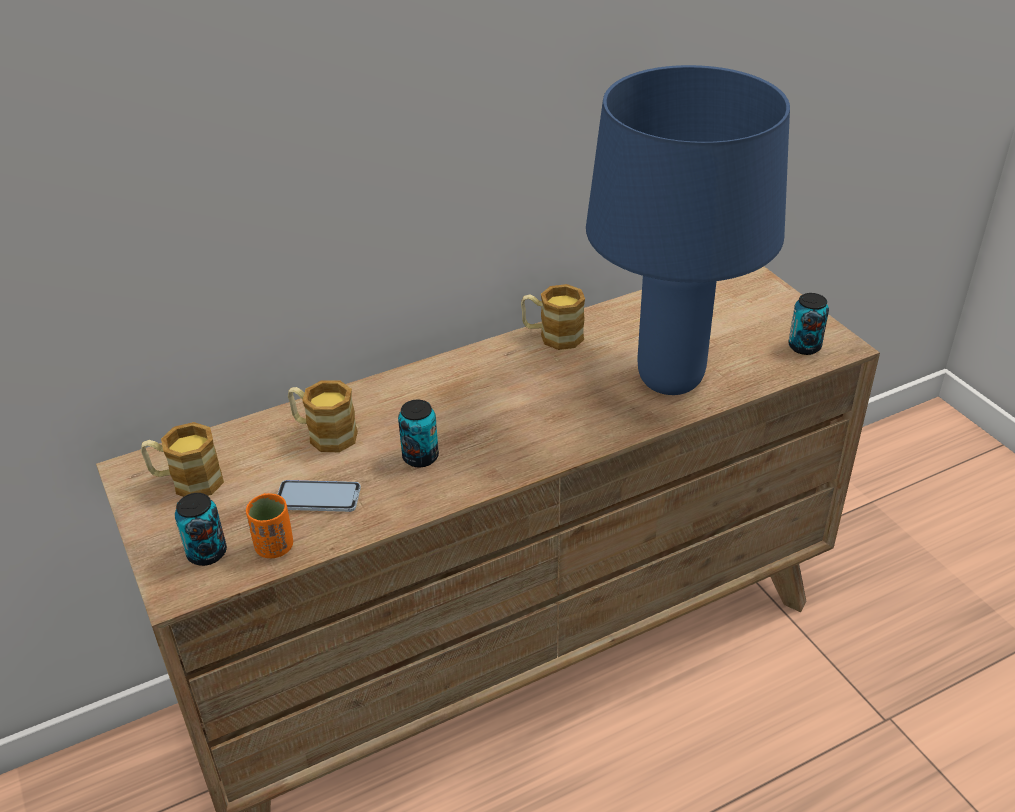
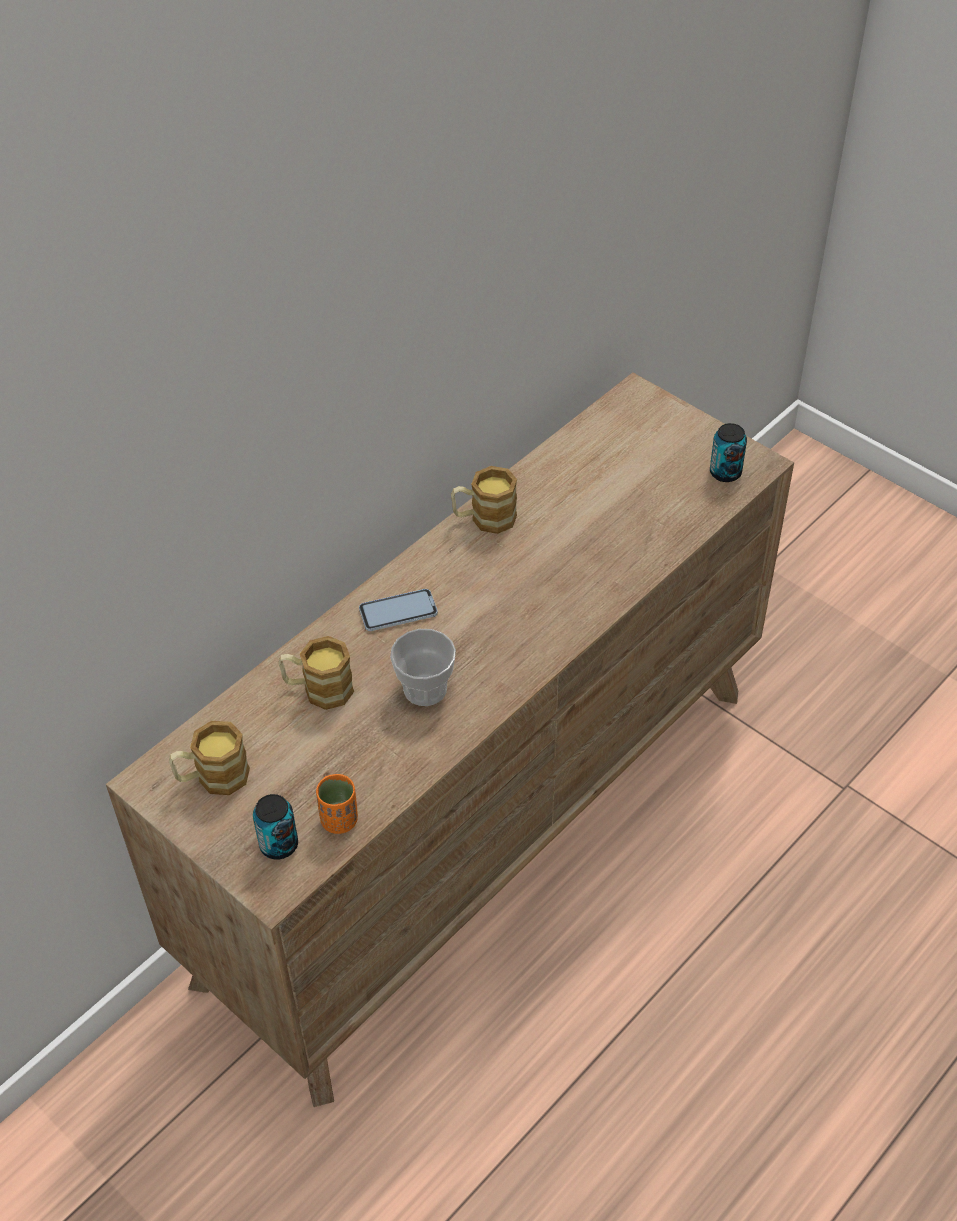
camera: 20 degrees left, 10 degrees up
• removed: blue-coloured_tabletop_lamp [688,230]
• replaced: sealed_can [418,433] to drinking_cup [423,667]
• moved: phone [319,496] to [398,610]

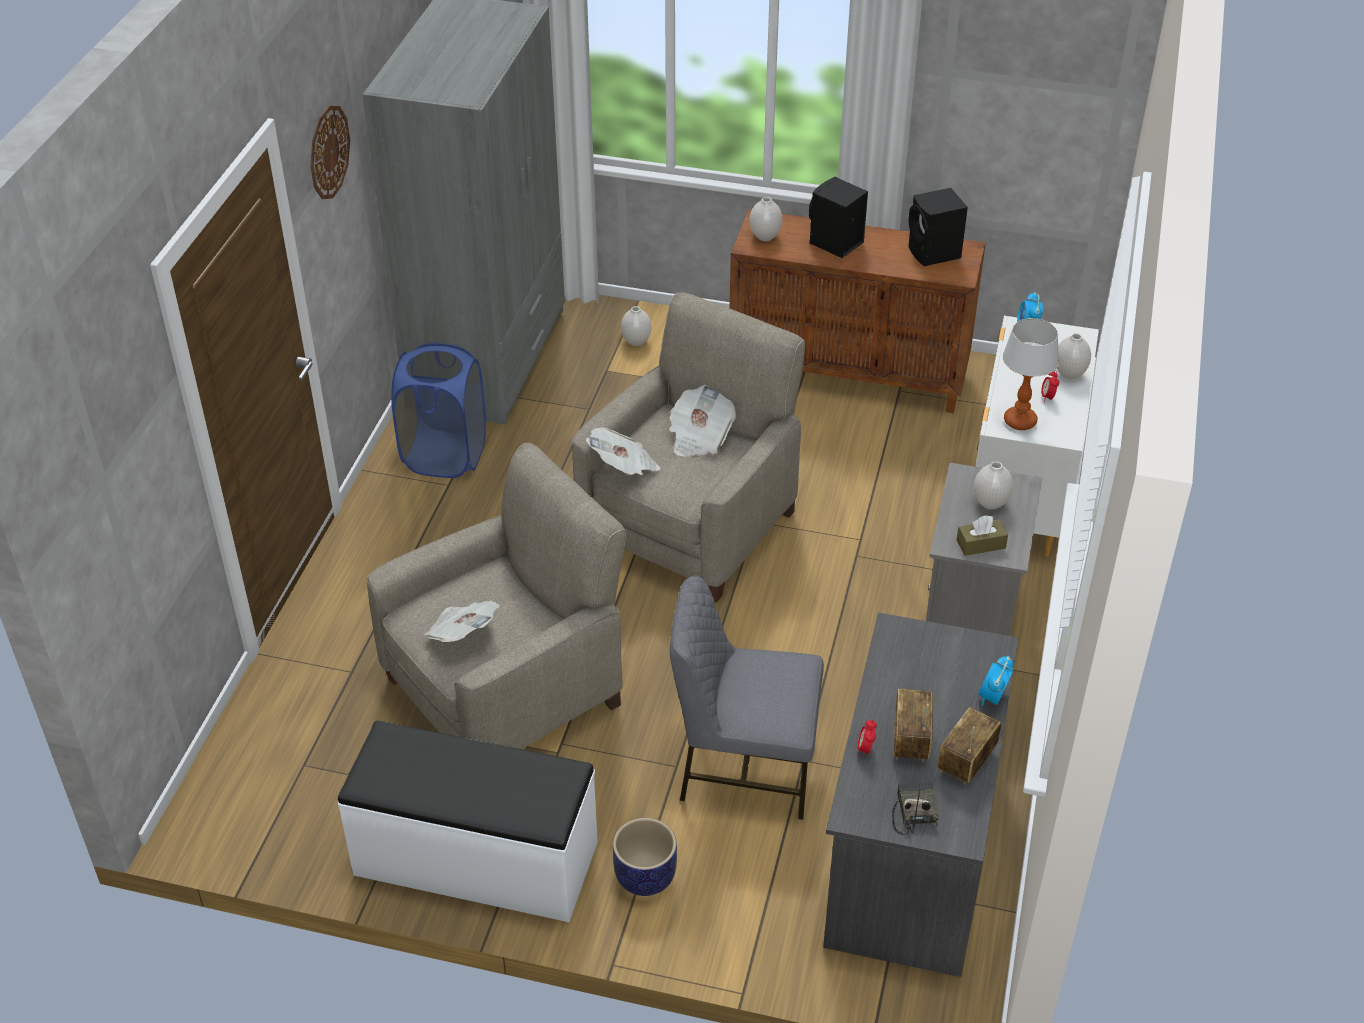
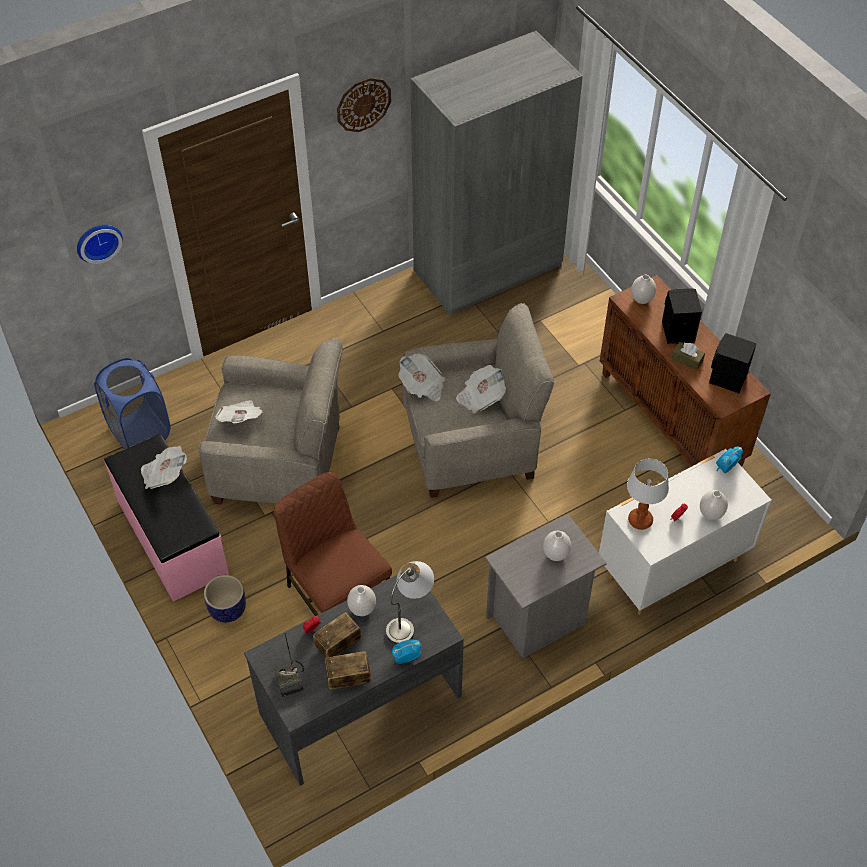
camera: 45 degrees right, 10 degrees up
• moved: white-coloured_flower_vase [636,326] to [361,600]
• moved: blue-coloured_washing_basket [438,410] to [132,403]
• moved: brown-coloured_tissue_box [982,535] to [688,356]
• recoloured: greyish_plain_chair [747,698] to brown-coloured_plain_chair [333,544]
• recoloured: white-coloured_bench [468,821] to pink-coloured_bench [166,518]
• turned: radio [915,808] = [289,665] 120 degrees clockwise
• added: wall_clock [100,244]
• added: newspaper [164,467]
• added: greyish_tabletop_lamp [410,602]

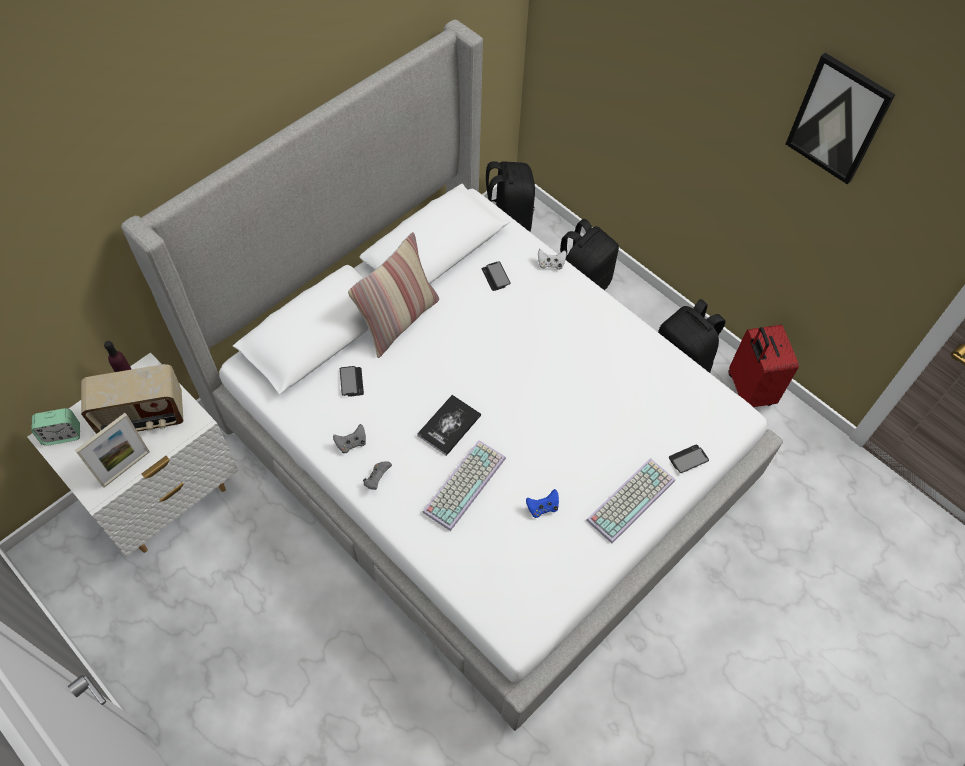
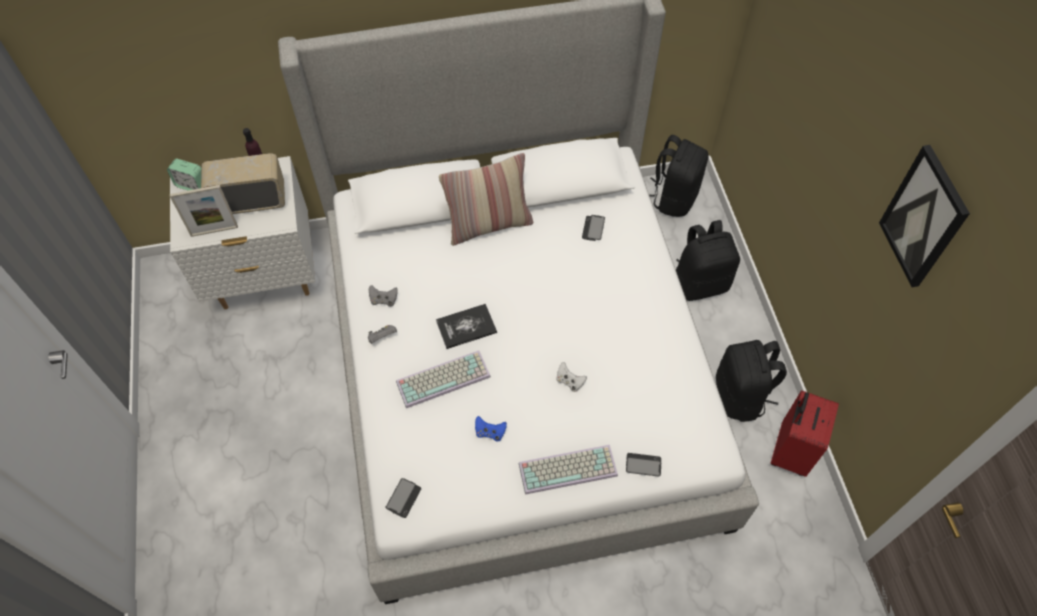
camera: 35 degrees right, 0 degrees up
• moved: white-coloured_joypad [552,259] to [571,377]
• turned: radio [132,399] = [243,183] 150 degrees clockwise
• moved: phone [352,381] to [403,498]

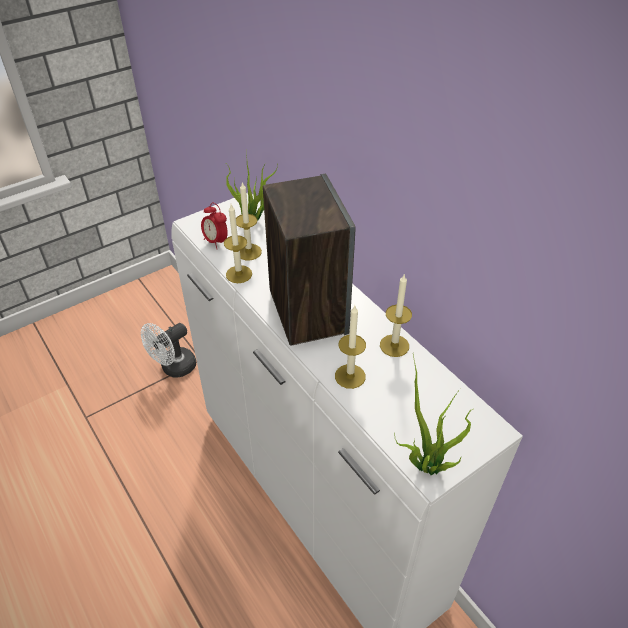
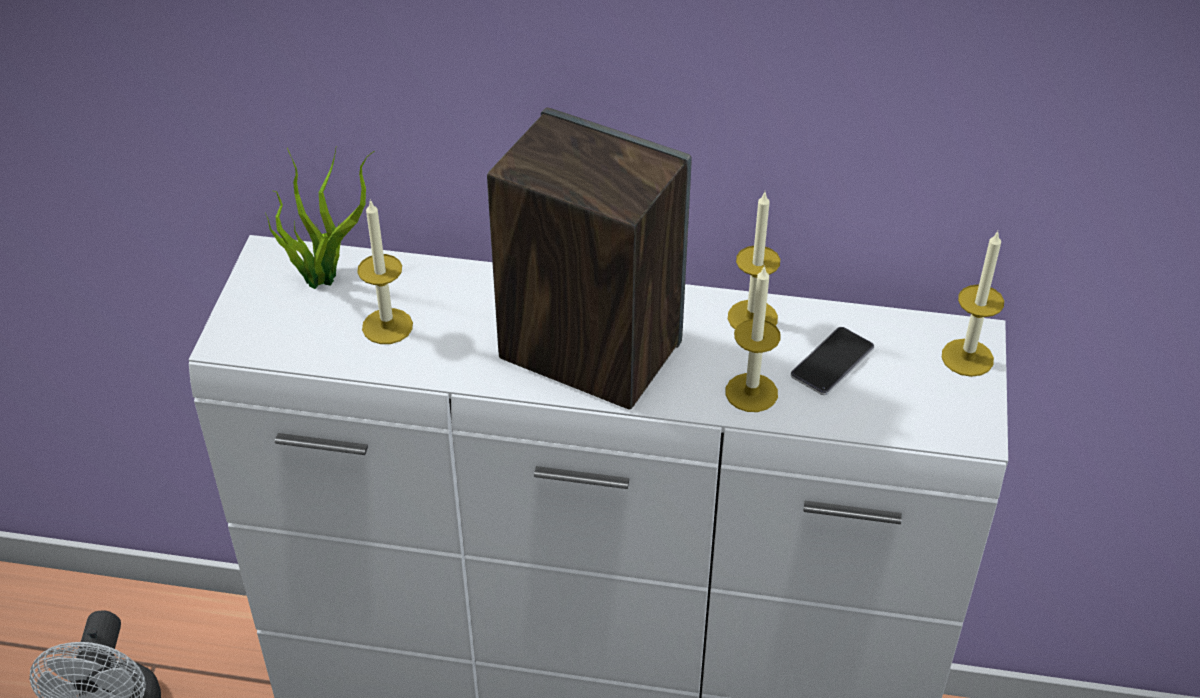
camera: 45 degrees left, 0 degrees up
• removed: alarm_clock [214,226]
• moved: wax_candle [238,243] to [973,304]
• removed: plant_in_a_pot [433,414]
• added: phone [832,361]

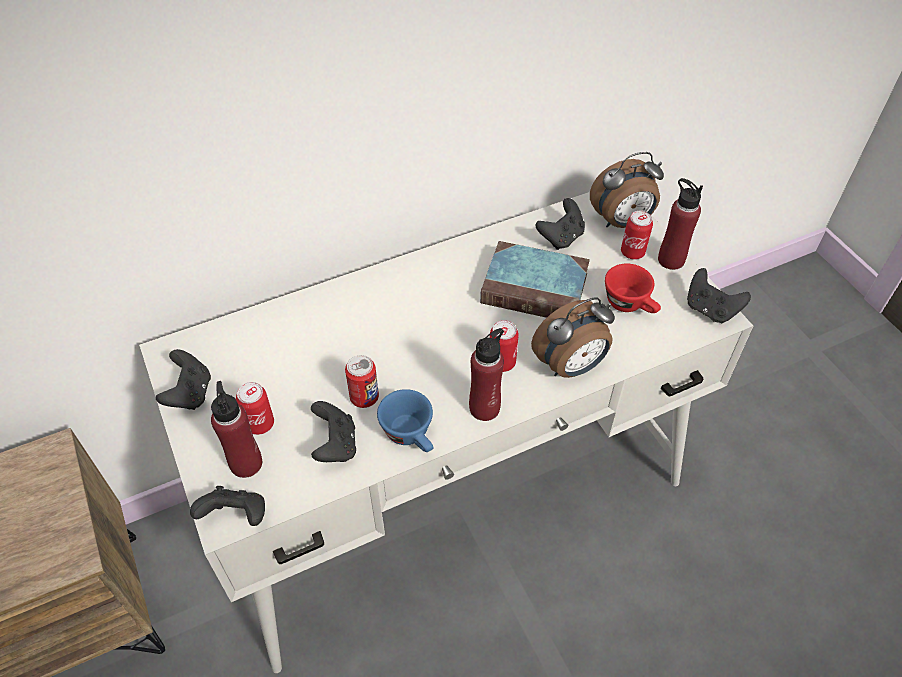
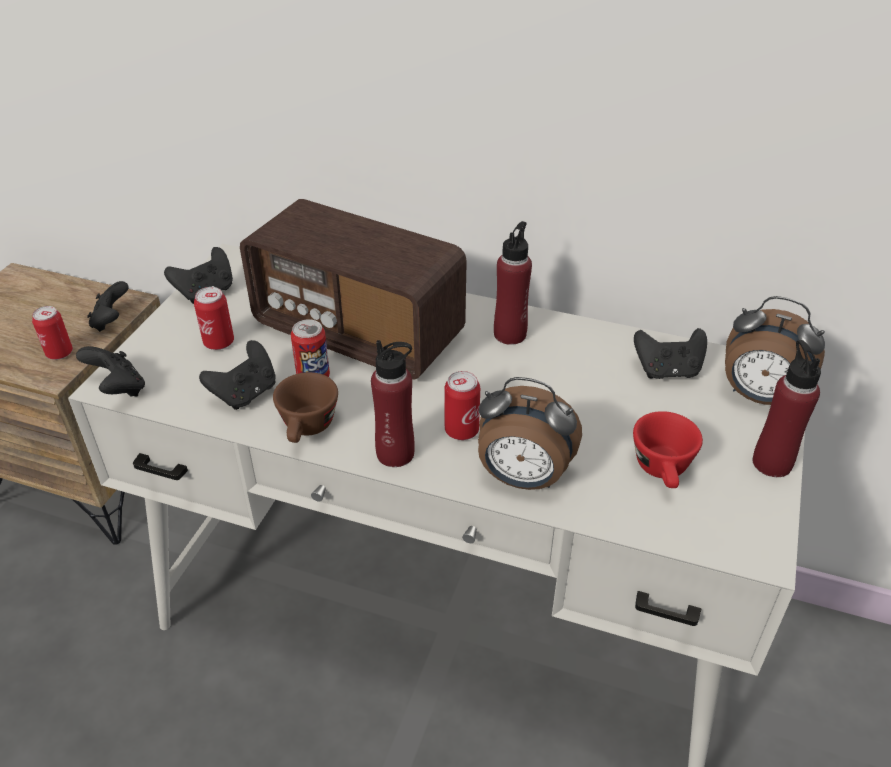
camera: 45 degrees right, 10 degrees down
• moved: sealed_can [637,235] to [52,333]
• removed: volume [535,279]
• moved: black_joypad [719,295] to [108,306]
• moved: red_drink_bottle [236,429] to [513,283]
• recoloured: blue-coloured_drinking_cup [405,420] to brown-coloured_drinking_cup [305,407]
• added: radio [353,289]

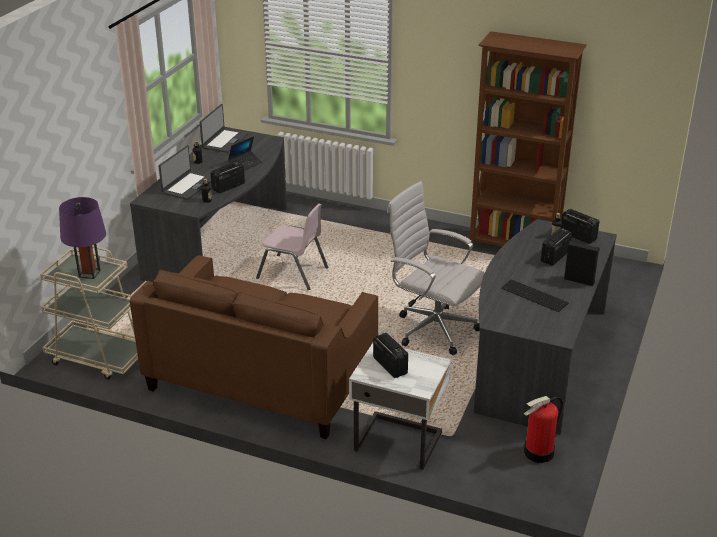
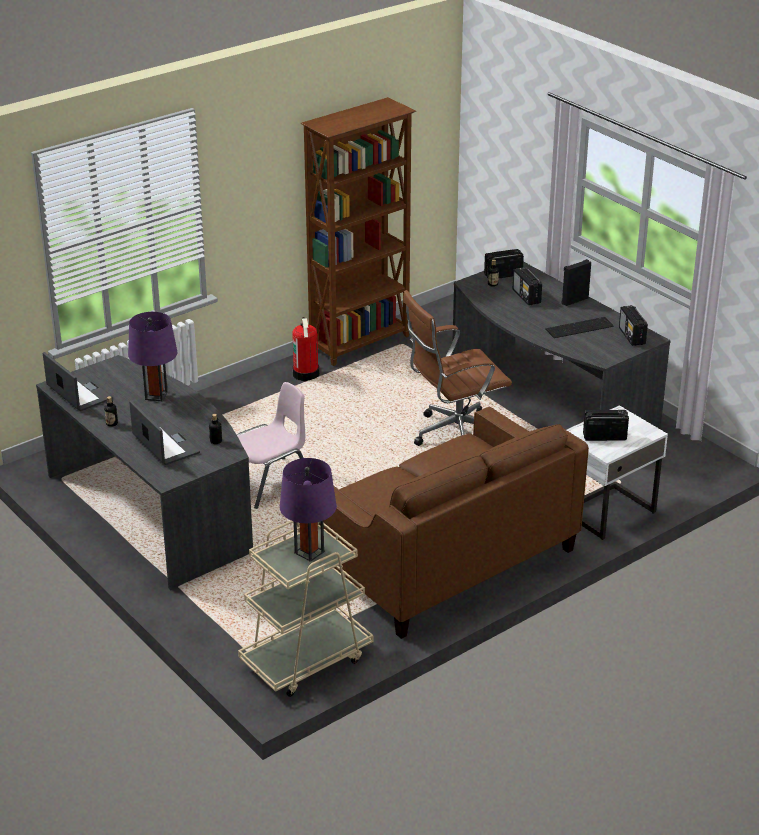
camera: 60 degrees left, 0 degrees up
• replaced: laptop [245,153] to purple-coloured_tabletop_lamp [152,357]
• moved: radio [227,178] to [633,325]
• recoloured: white-coloured_computer_chair [436,268] to brown-coloured_computer_chair [457,368]
• moved: fire-fighting_cylinder [543,429] to [305,349]

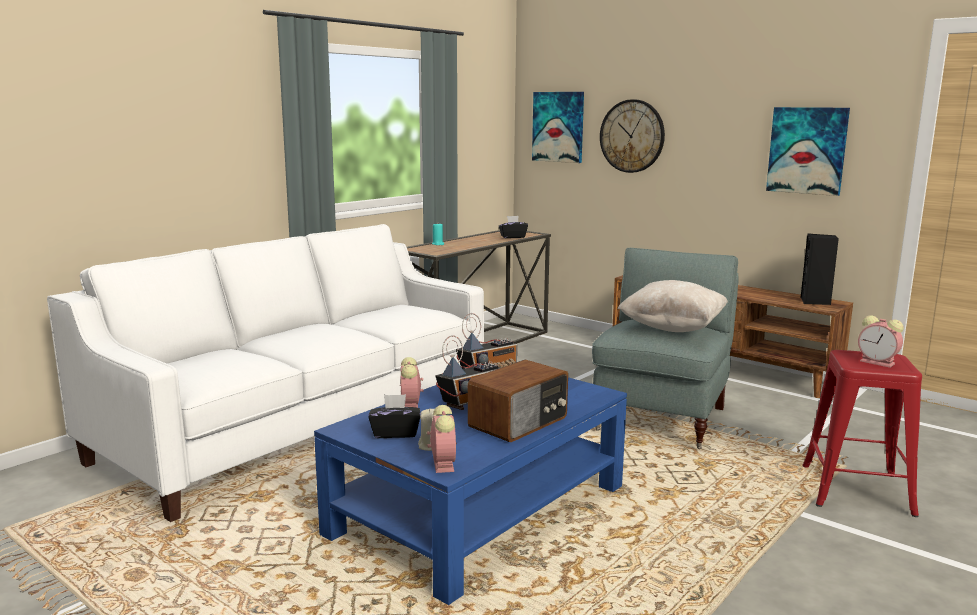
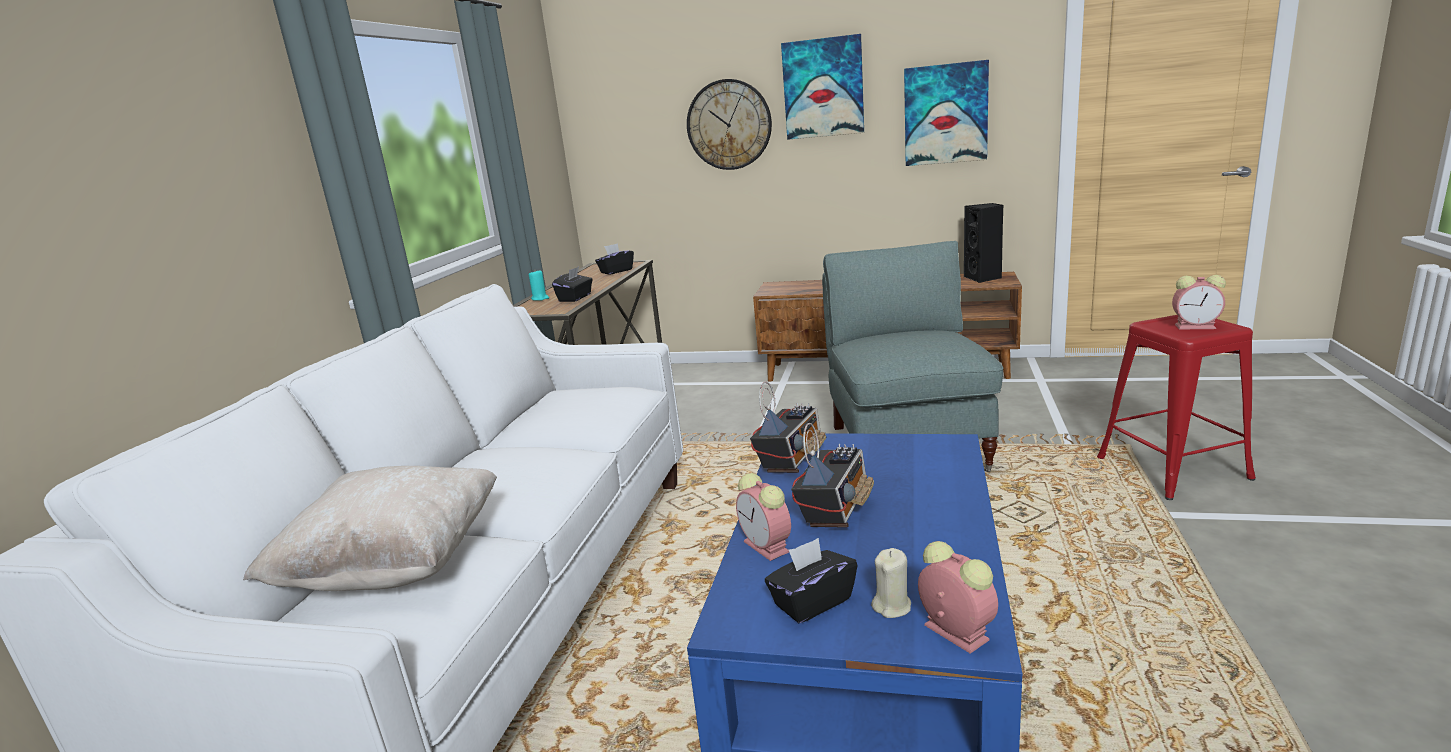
camera: 25 degrees left, 5 degrees up
• moved: wall_picture [558,127] to [822,87]
• moved: beige_cushion [672,306] to [370,528]
• removed: radio [518,400]
• added: black_tissue_box [572,284]

